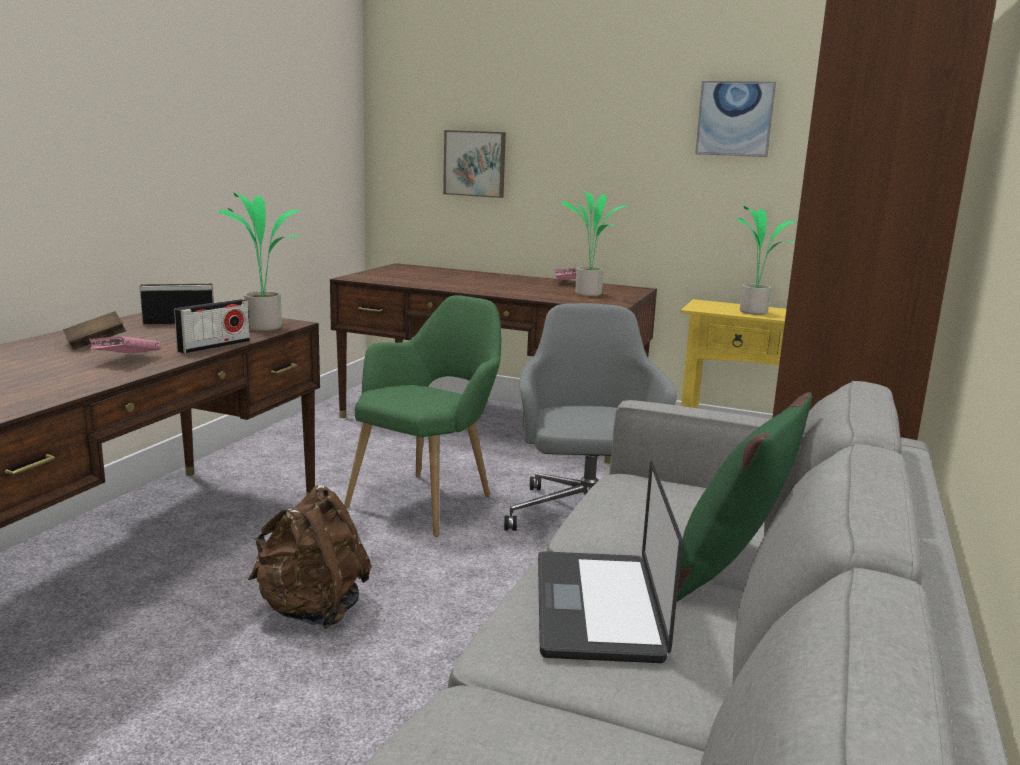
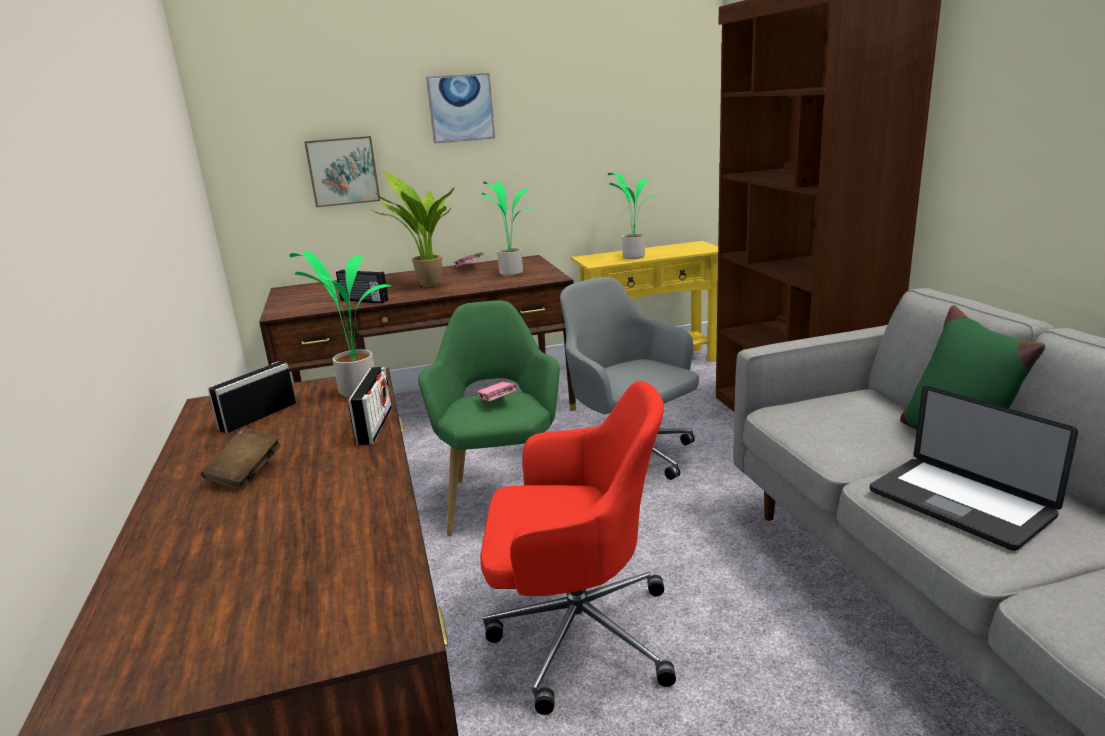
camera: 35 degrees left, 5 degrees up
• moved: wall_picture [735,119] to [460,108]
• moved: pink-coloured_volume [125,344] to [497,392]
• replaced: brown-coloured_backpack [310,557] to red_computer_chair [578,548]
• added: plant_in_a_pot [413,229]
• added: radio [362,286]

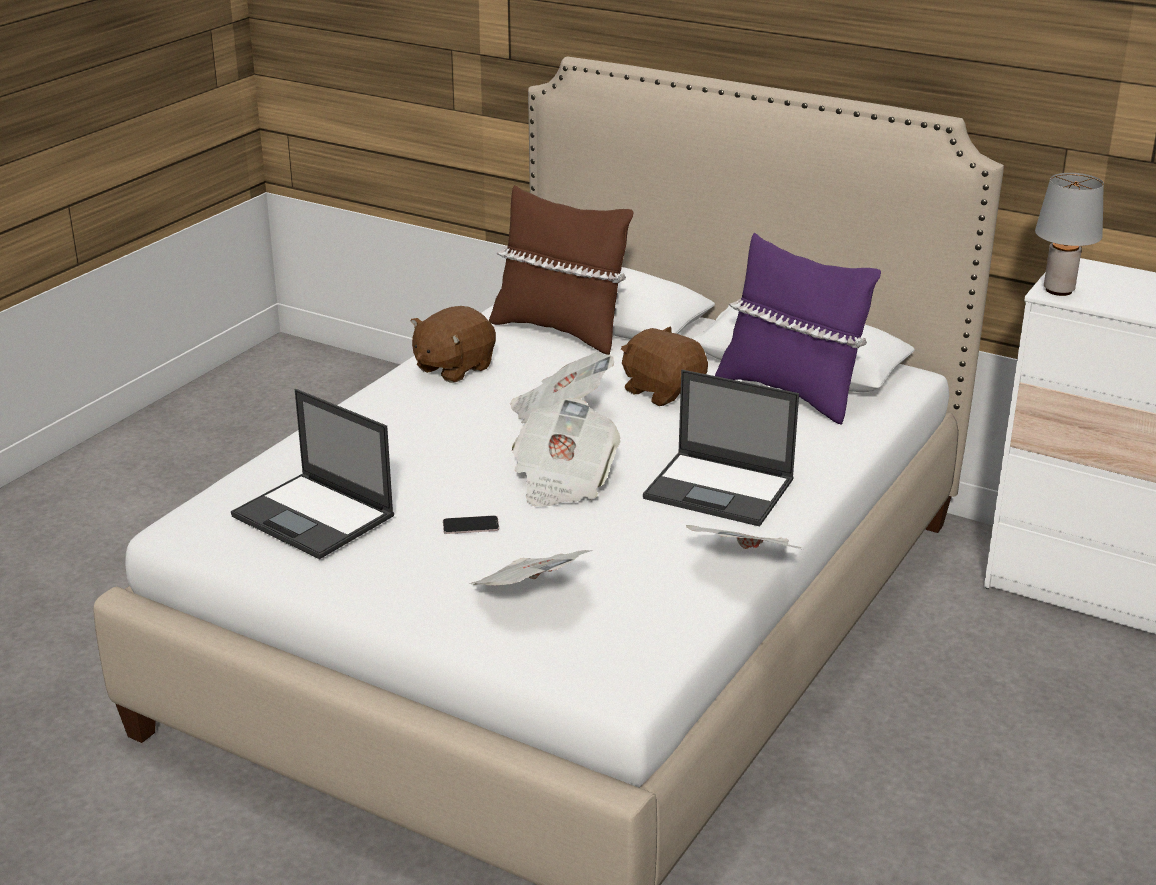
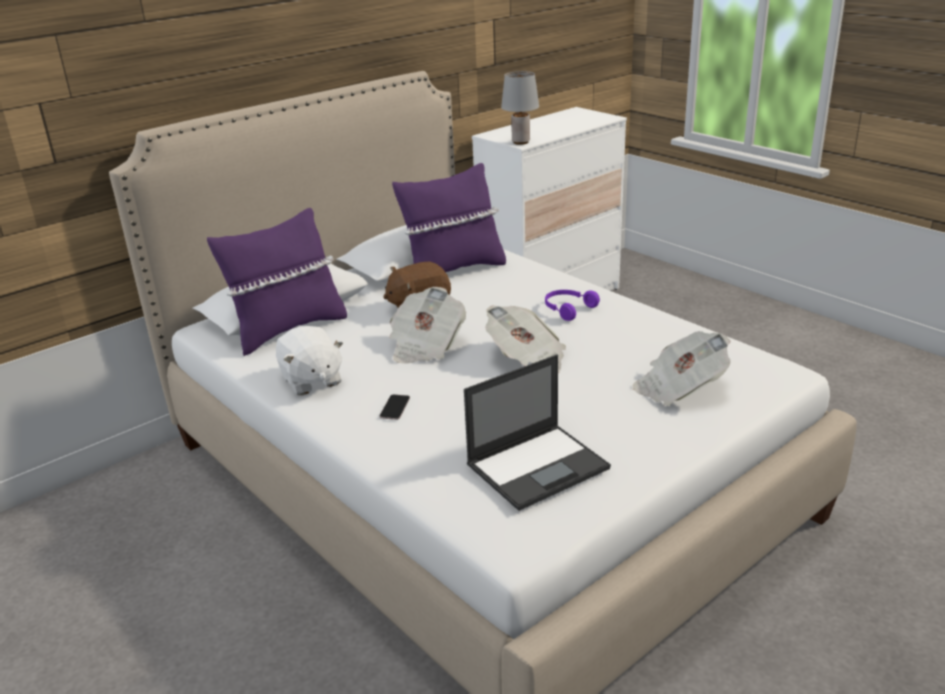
camera: 70 degrees left, 0 degrees up
• recoloured: brown-coloured_cushion [561,270] to purple-coloured_cushion [277,282]
• recoloured: brown-coloured_cuddly_toy [453,344] to white-coloured_cuddly_toy [309,360]
• replaced: laptop [721,448] to purple-coloured_headphones [572,305]
• moved: phone [471,524] to [394,407]
• removed: newspaper [744,537]

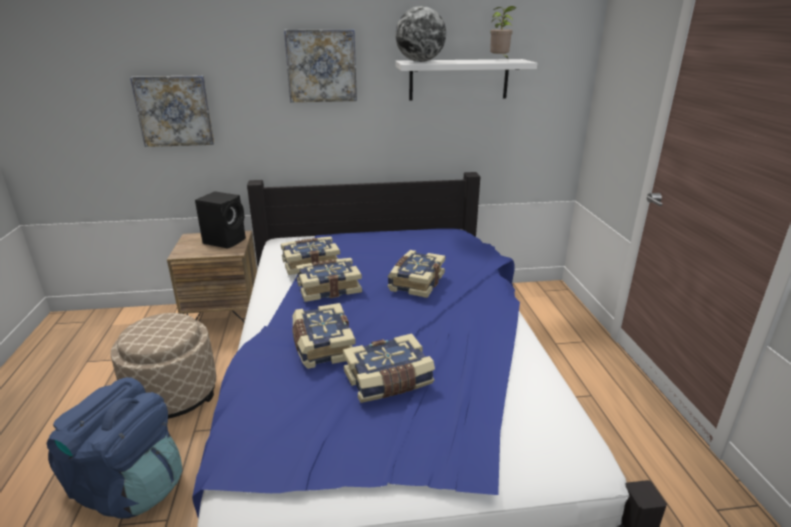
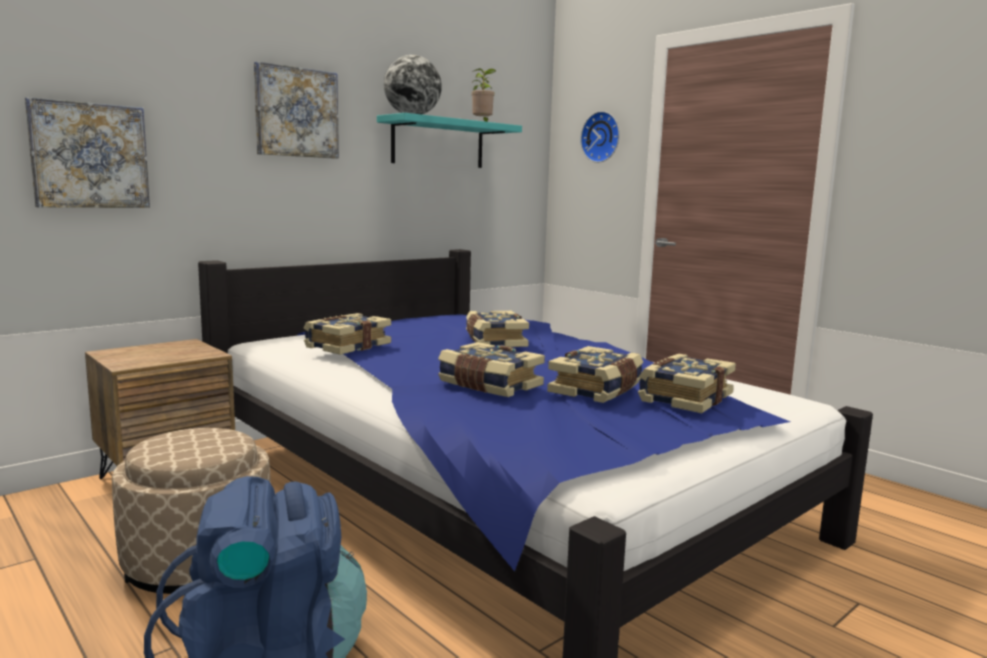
camera: 35 degrees left, 15 degrees down
• recoloured: white-coloured_bracket_shelf [466,80] to turquoise_bracket_shelf [449,140]
• removed: black_speaker [220,220]
• moved: volume [329,280] to [687,383]
• added: wall_clock [600,137]

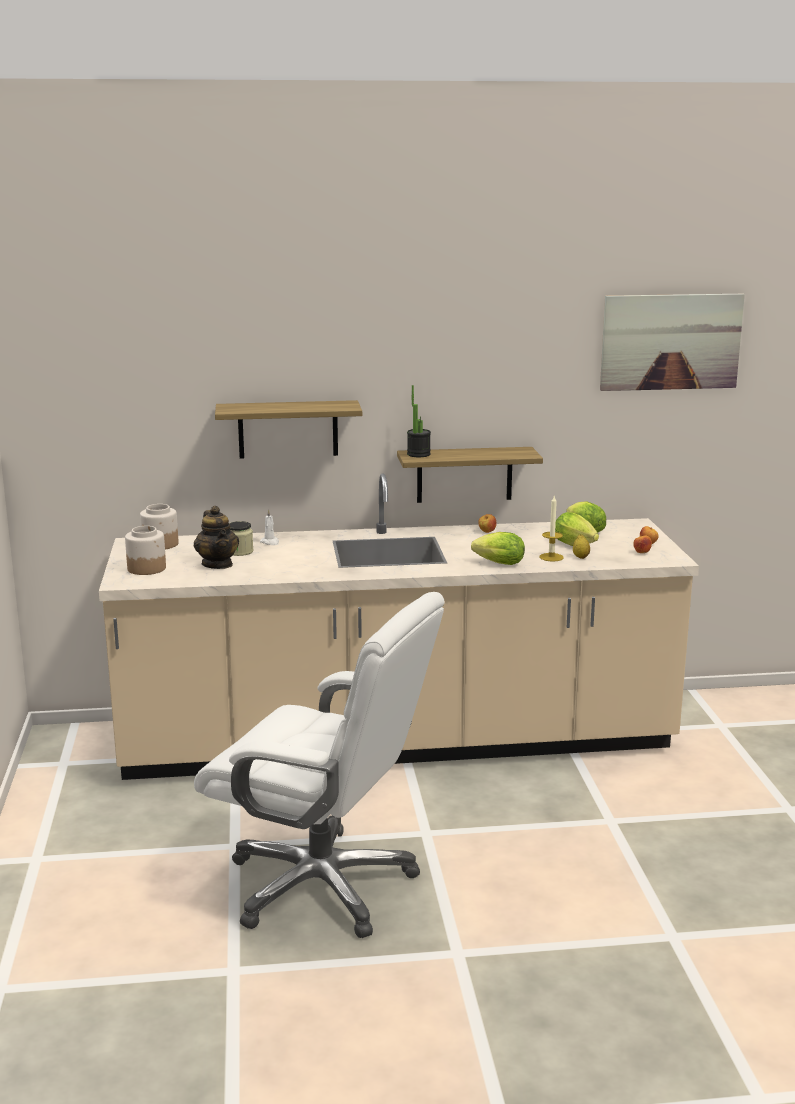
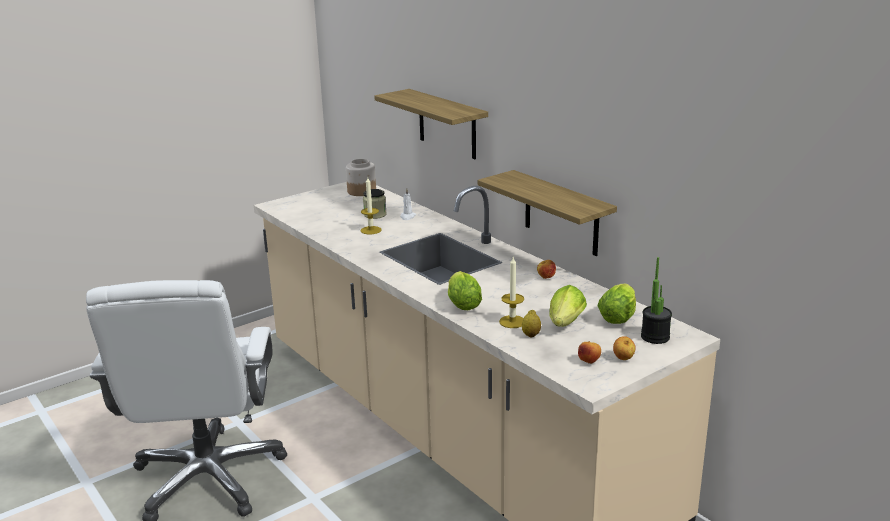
camera: 60 degrees right, 5 degrees up
• removed: wall_picture [672,342]
• moved: plant_in_a_pot [419,421] to [656,300]
• removed: teapot [216,537]
• removed: preserve_jar [145,550]
• added: wax_candle [371,206]

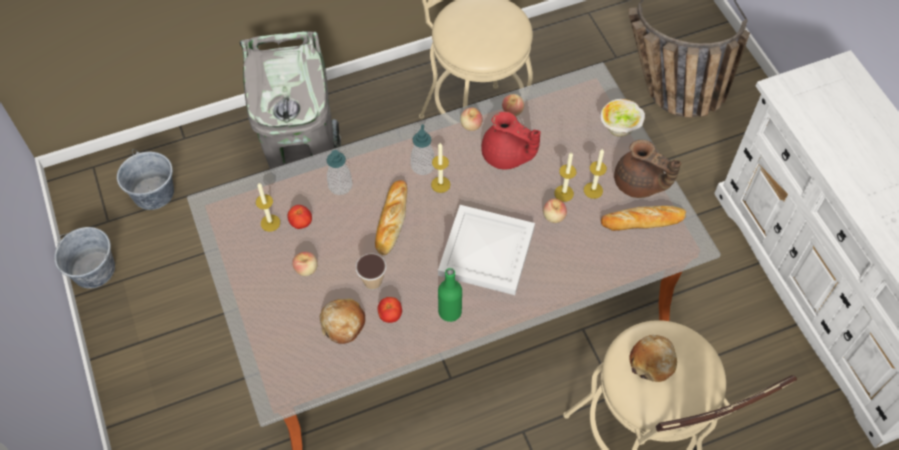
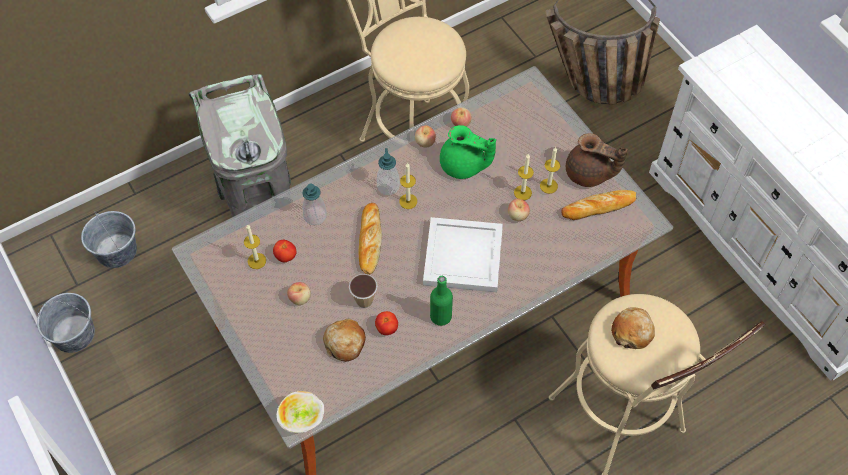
camera: 10 degrees left, 0 degrees up
• moved: serving_bowl [622,118] to [300,412]
• recoloured: red_teapot [511,140] to greenish_teapot [468,152]

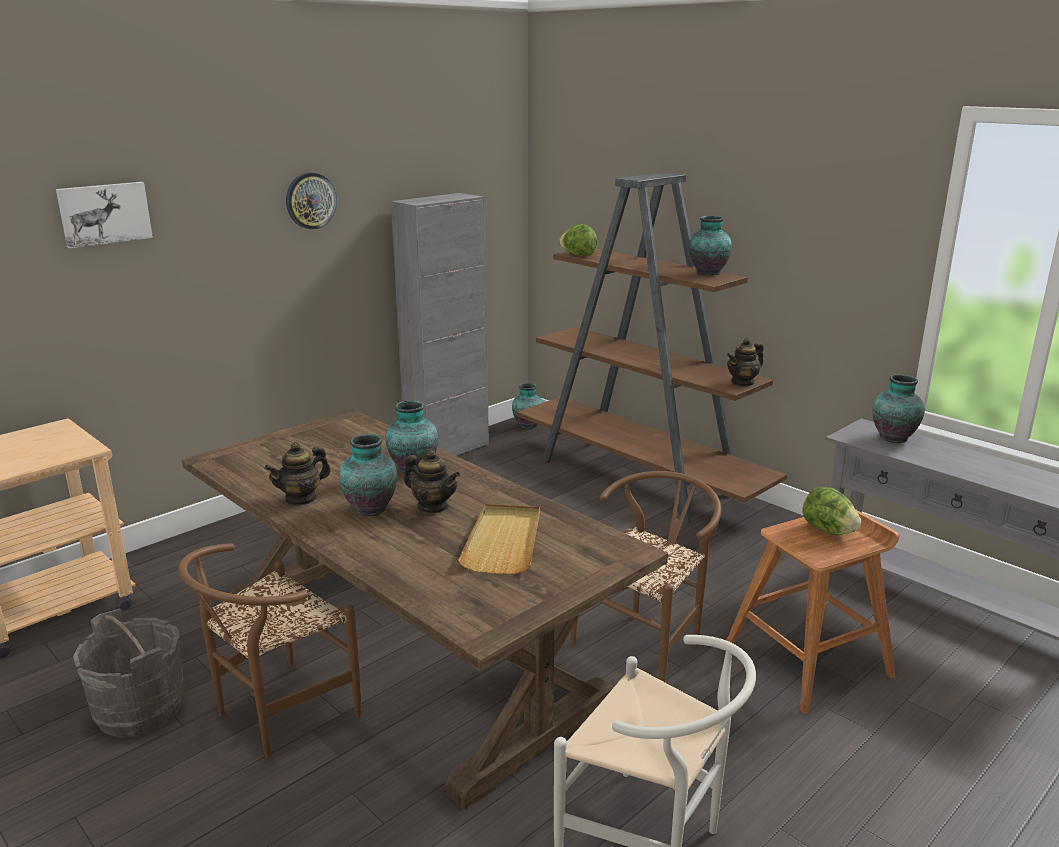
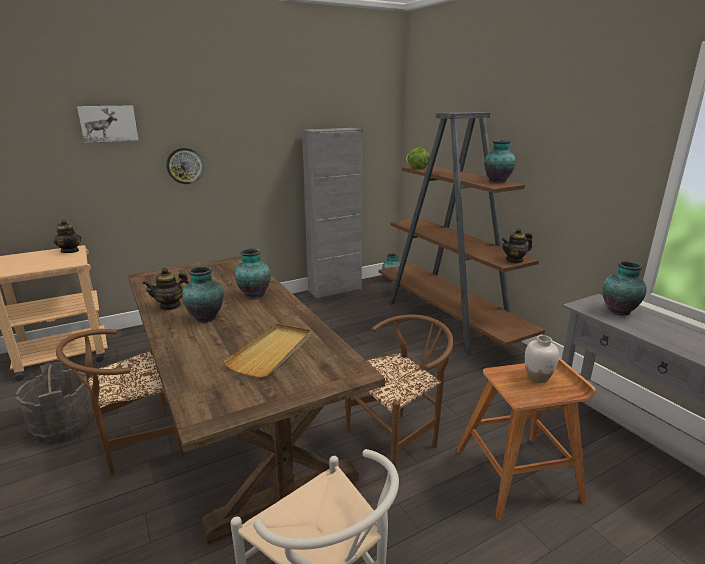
camera: 15 degrees right, 0 degrees up
• moved: wall_clock [311,201] to [185,166]
• moved: teapot [432,481] to [67,236]
• replaced: lettuce [831,511] to white-coloured_flower_vase [542,359]

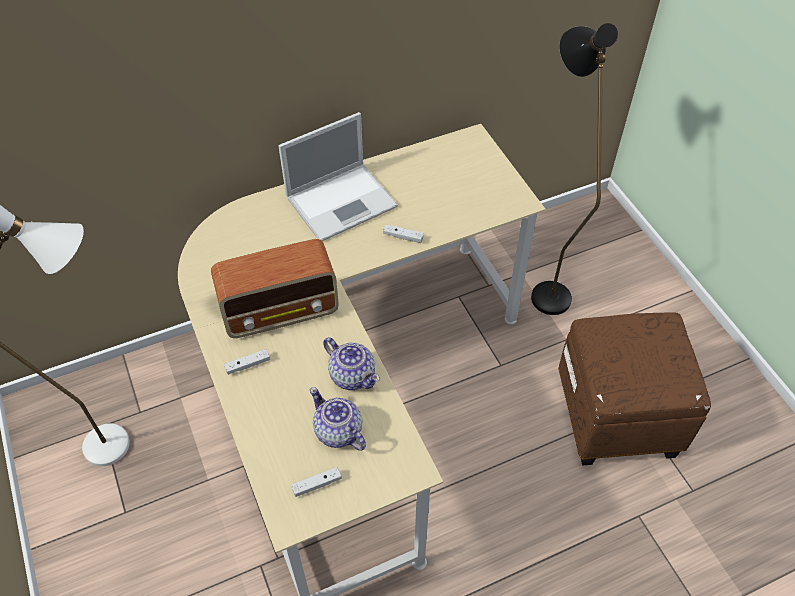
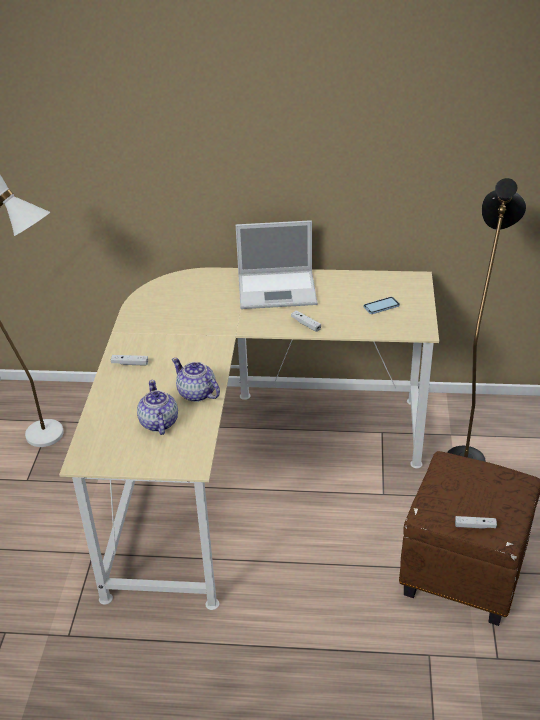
camera: 30 degrees right, 15 degrees down
• removed: radio [275,288]
• turned: teapot [351,363] = [196,380] 150 degrees clockwise
• moved: white-coloured_joypad [316,482] to [476,522]
• added: phone [382,305]

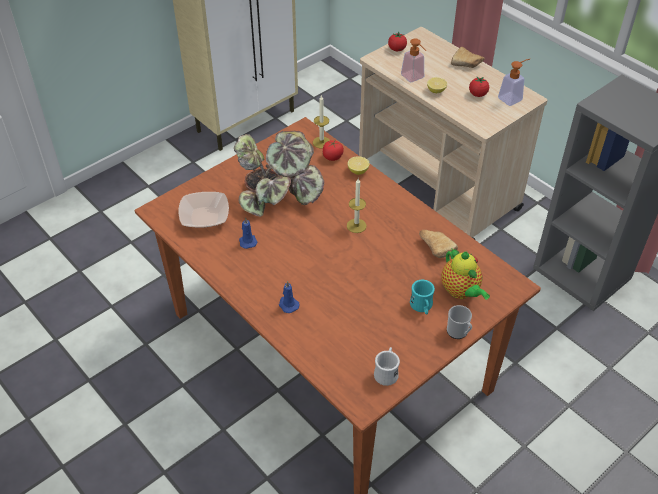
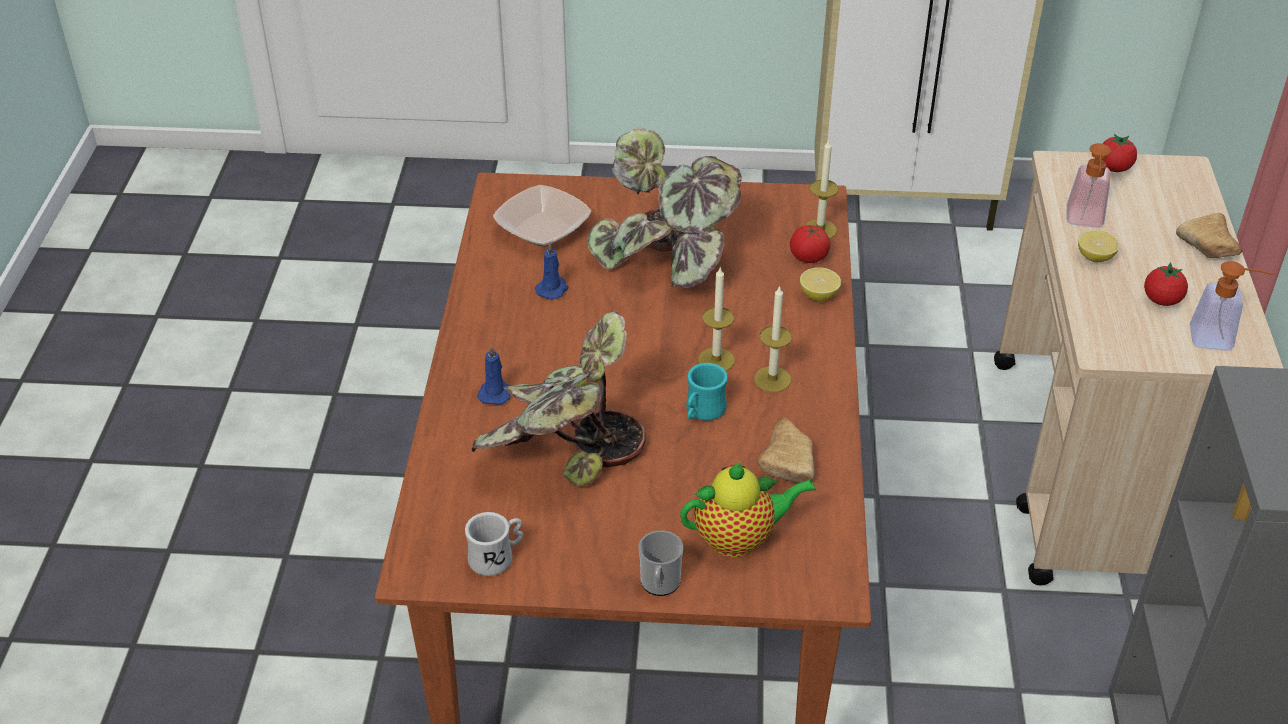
camera: 45 degrees right, 5 degrees down
• turned: teapot [465,274] = [748,509] 120 degrees counterclockwise
• moved: turquoise_coffee_mug [422,297] to [707,392]
• added: wax_candle [773,338]
• added: plant_in_a_pot [559,398]

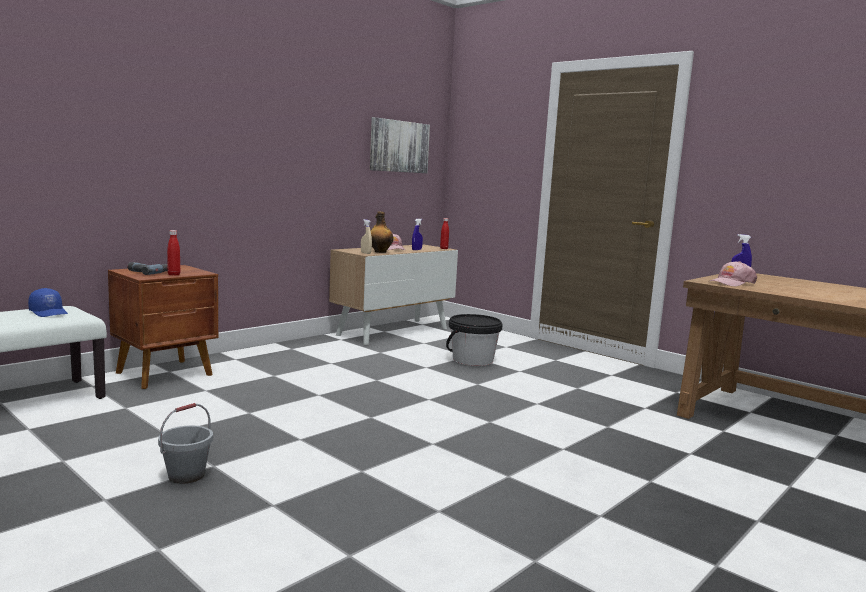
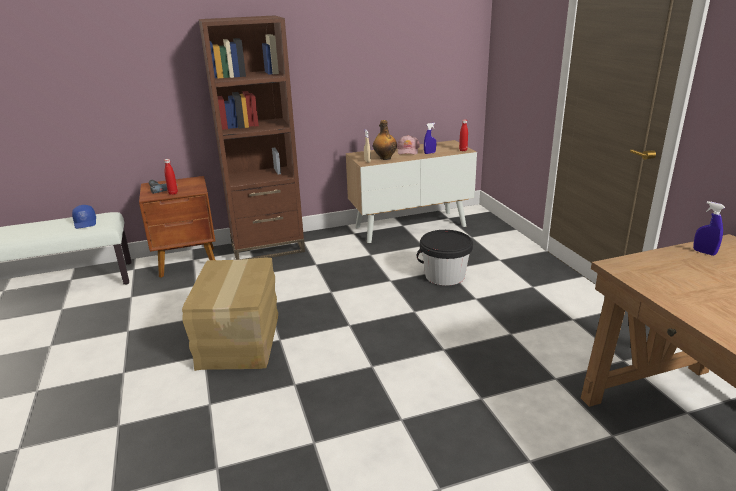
camera: 30 degrees right, 15 degrees up
• removed: wall_picture [400,145]
• removed: pink-coloured_cap [732,274]
• removed: greyish_water_bucket [185,443]
• added: brown-coloured_shelving_unit [252,137]
• added: packing_box [230,314]

